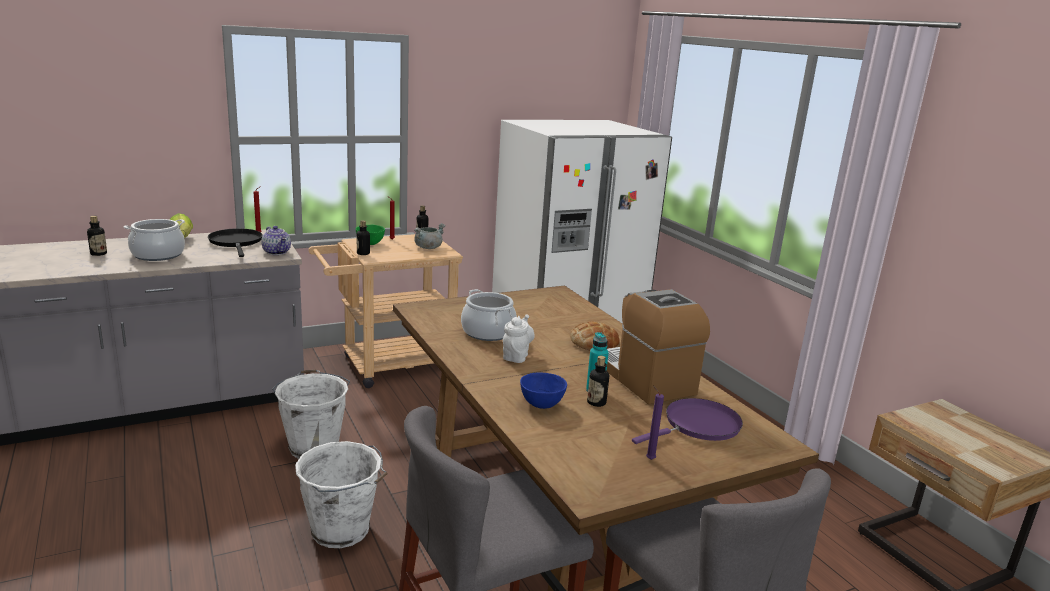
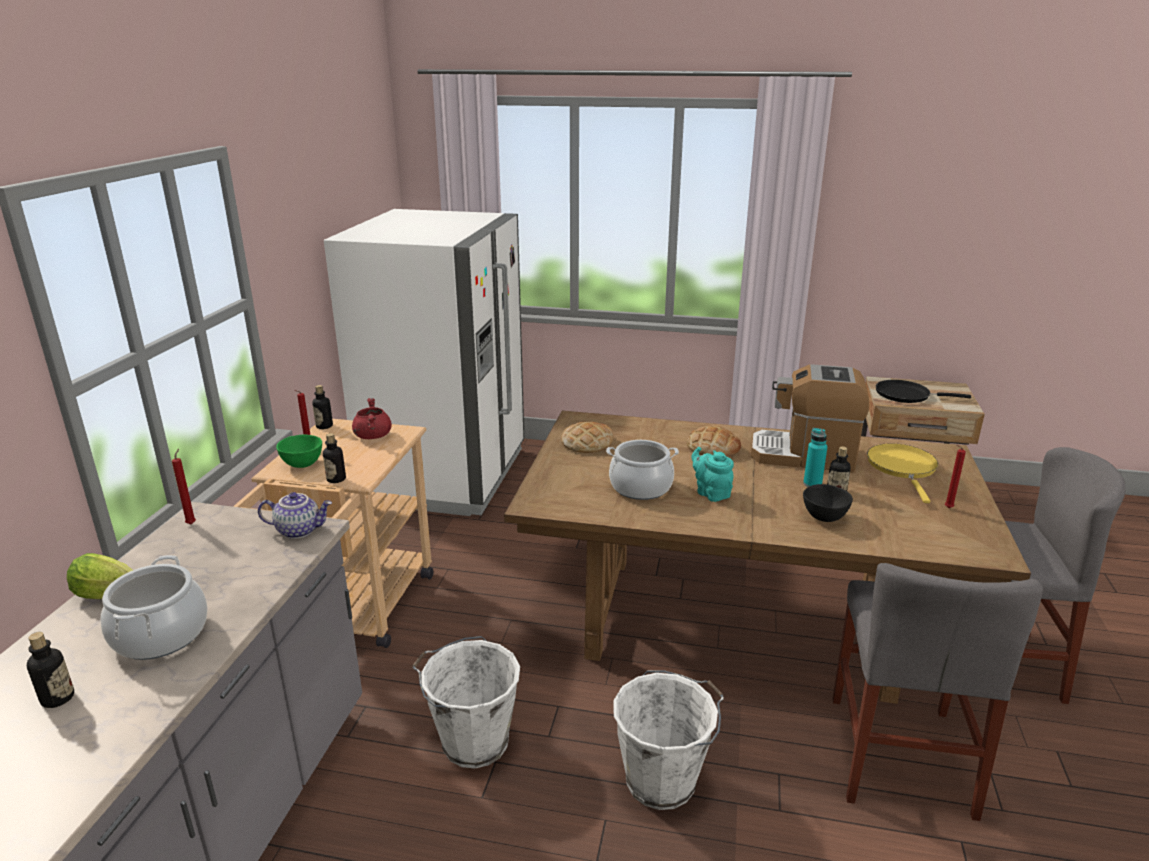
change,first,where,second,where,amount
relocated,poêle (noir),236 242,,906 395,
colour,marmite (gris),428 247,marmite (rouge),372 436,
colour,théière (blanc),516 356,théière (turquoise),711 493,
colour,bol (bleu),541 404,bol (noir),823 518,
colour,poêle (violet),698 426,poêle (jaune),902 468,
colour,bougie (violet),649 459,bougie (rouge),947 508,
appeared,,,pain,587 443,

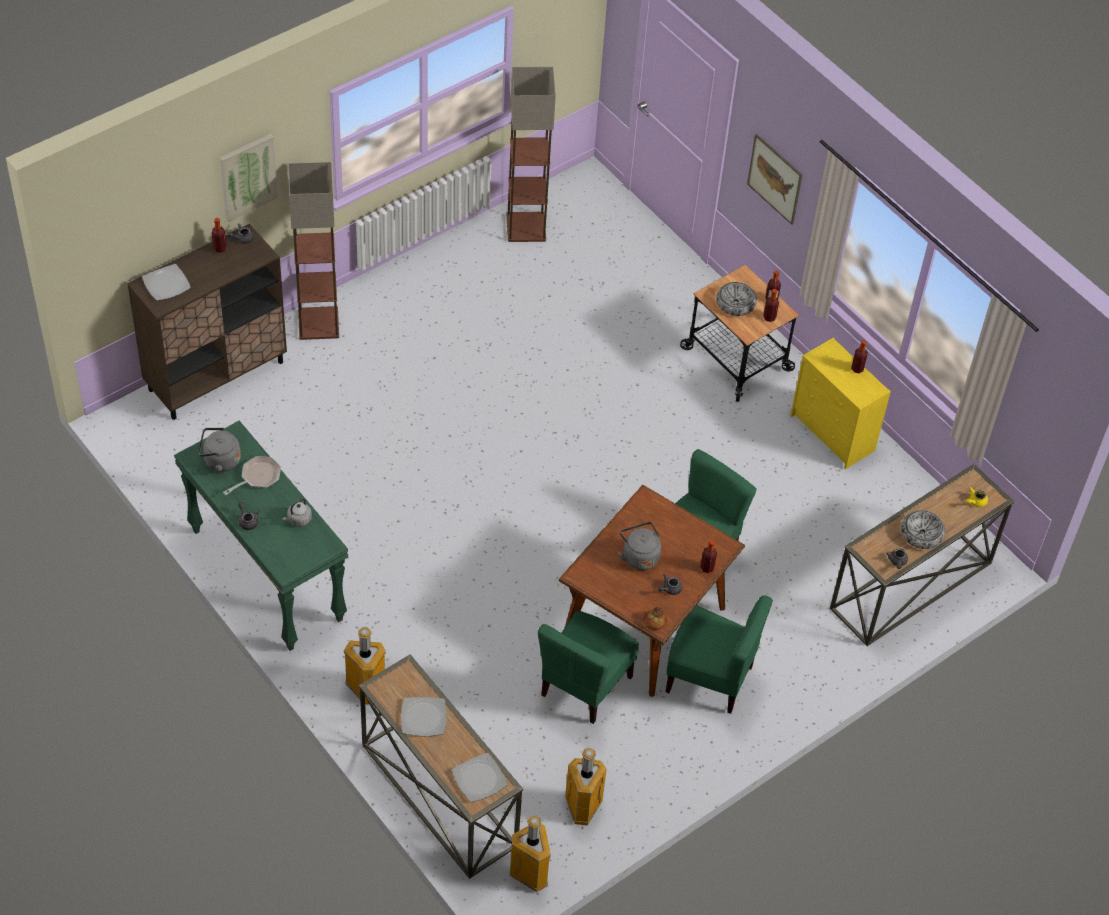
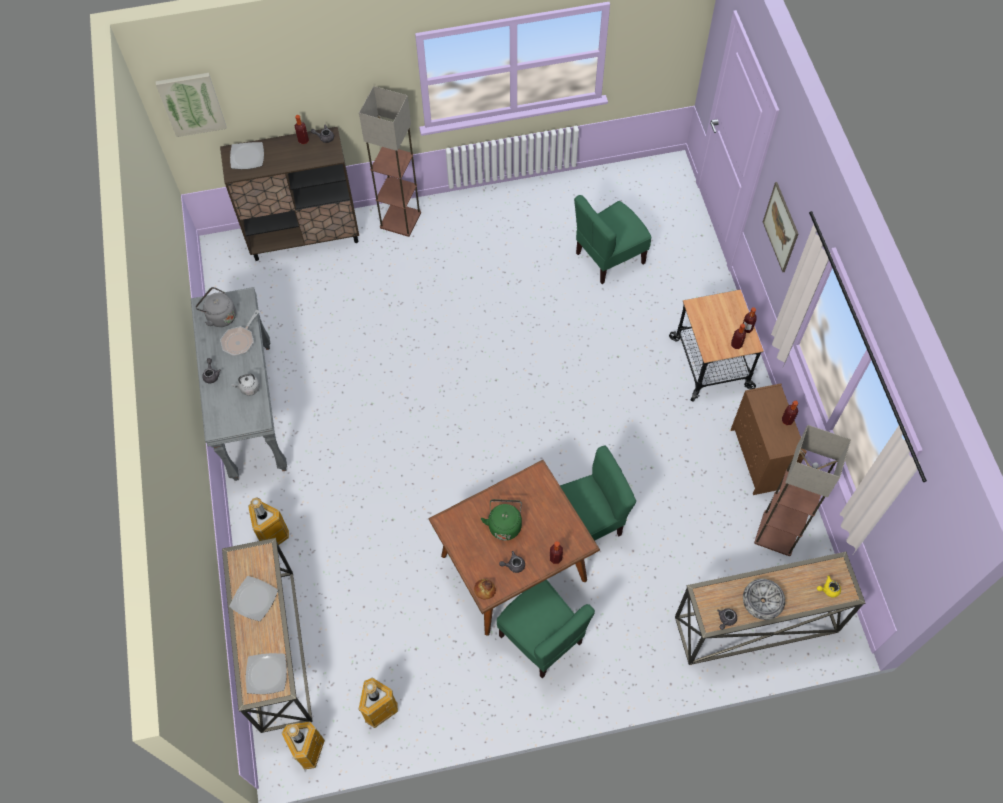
change,first,where,second,where,amount
colour,table console (vert),265 575,table console (gris),251 411,
relocated,tableau,247 176,,192 104,
spun,poêle,258 477,,240 340,135 degrees clockwise
relocated,lampadaire,526 228,,777 534,
relocated,chaise (vert),584 685,,609 257,
colour,bouilloire (gris),639 556,bouilloire (vert),504 524,
missing,bol,735 303,,,
colour,commode (jaune),833 434,commode (marron),759 459,

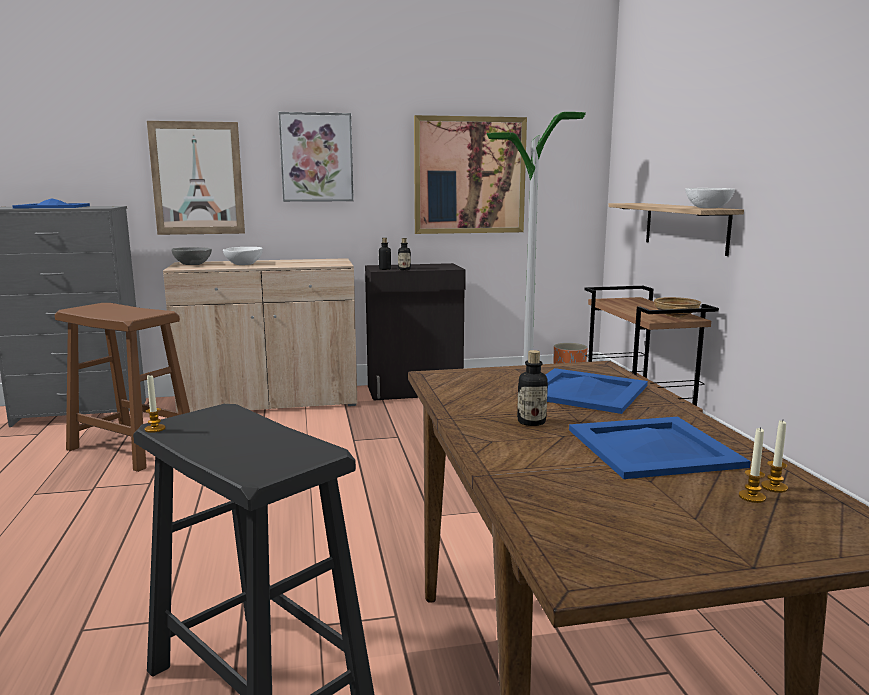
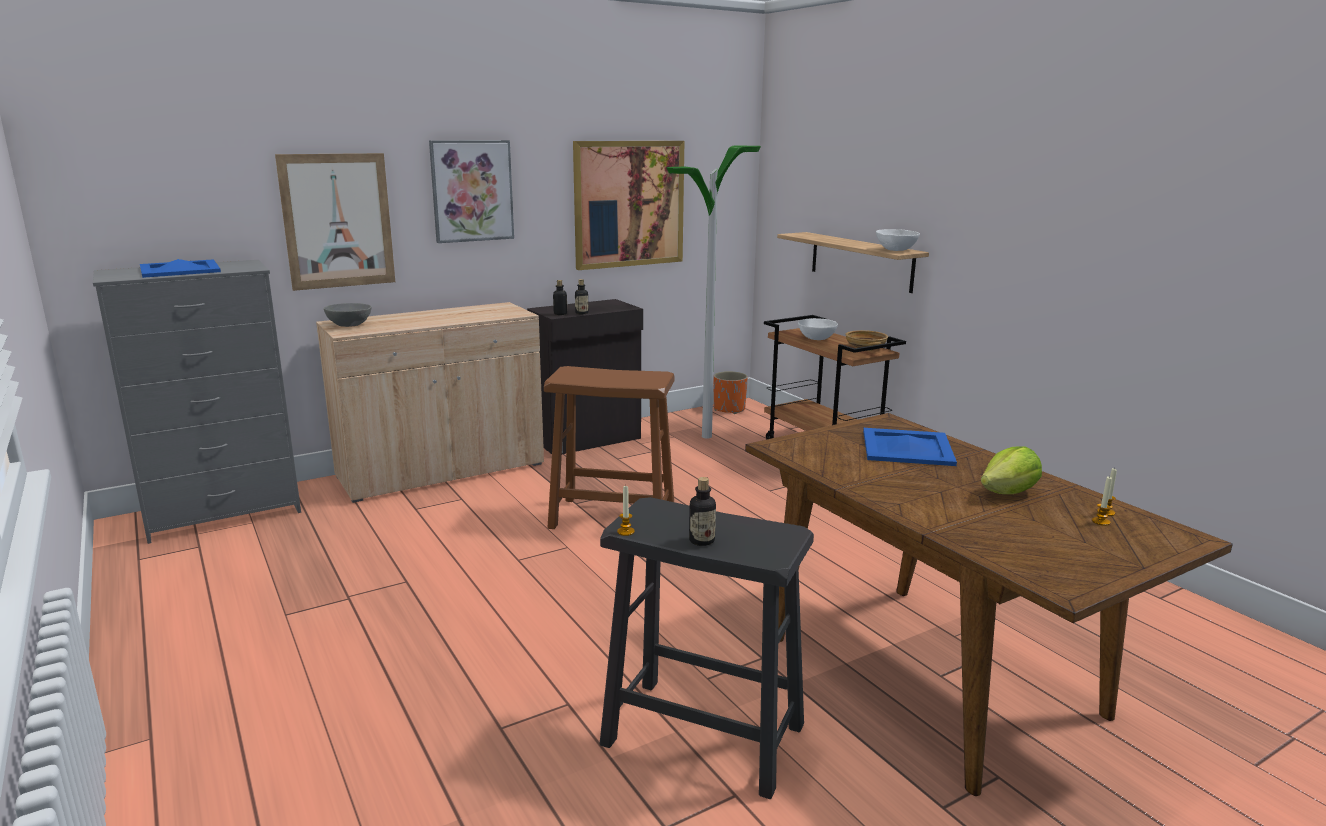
change,first,where,second,where,amount
relocated,tabouret (marron),132 448,,613 517,
relocated,bol (blanc),243 264,,816 338,
relocated,bouteille,531 422,,701 540,
exchanged,plateau (bleu),654 448,laitue,1009 493,

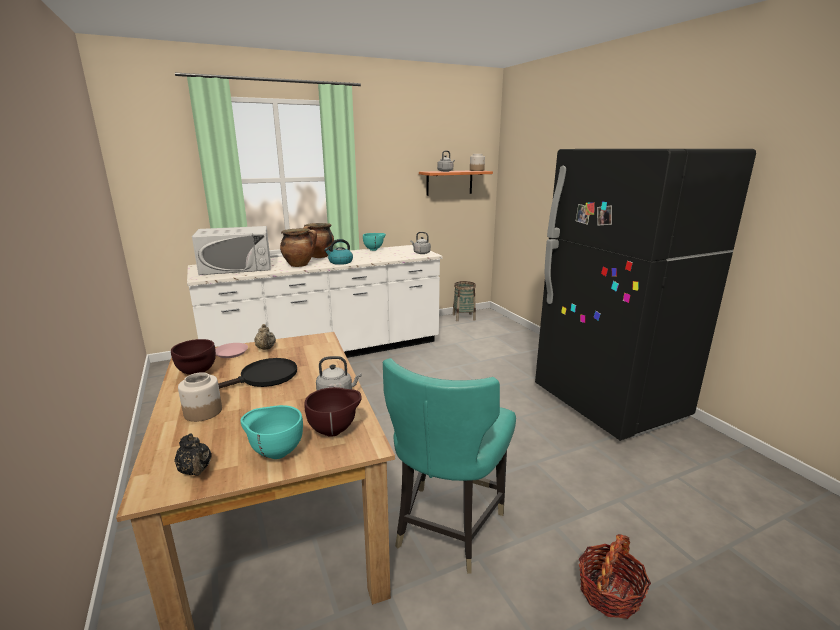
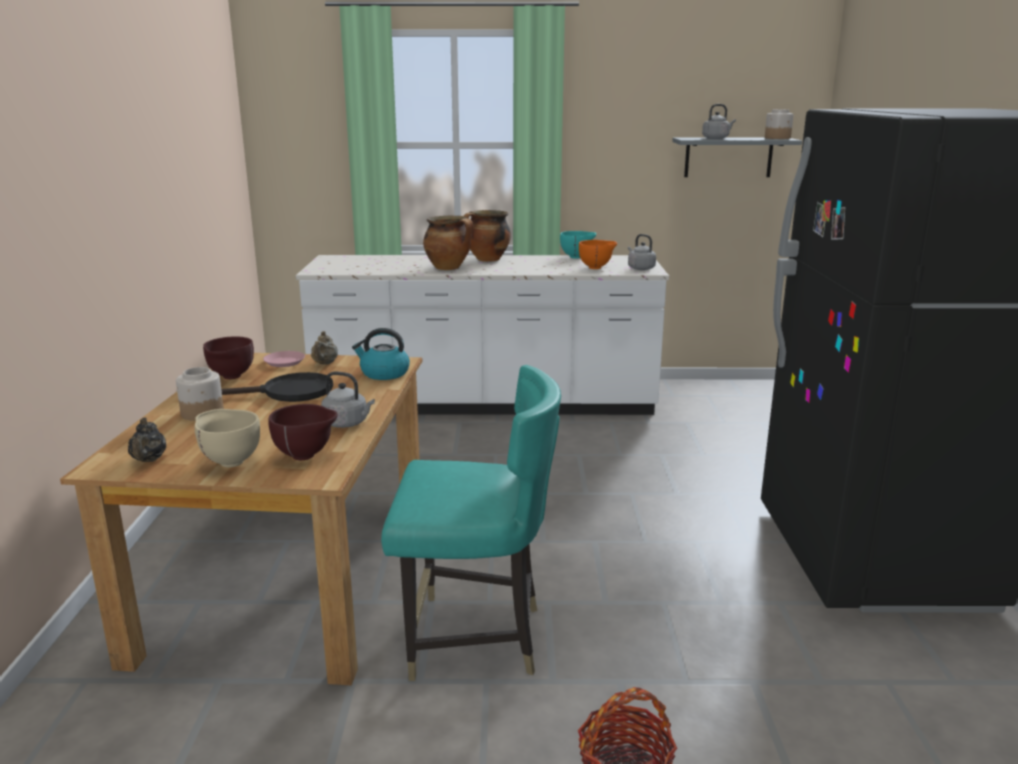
change,first,where,second,where,amount
missing,micro-ondes (blanc),236 267,,,
colour,bol (turquoise),275 453,bol (beige),230 462,
relocated,bouilloire,340 262,,384 373,
spun,chaise (turquoise),447 527,,475 638,135 degrees counterclockwise
colour,étagère (orange),449 182,étagère (gris),728 157,
missing,panier,463 317,,,
appeared,,,bol (orange),597 268,

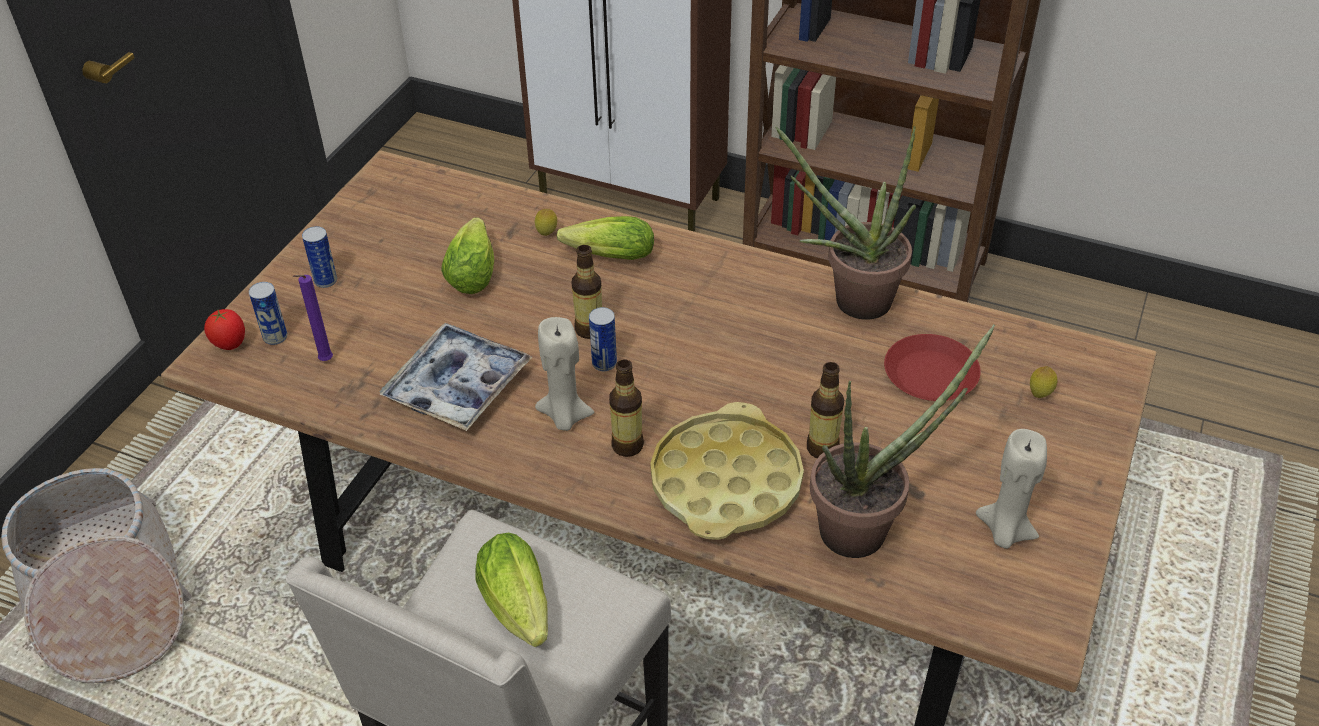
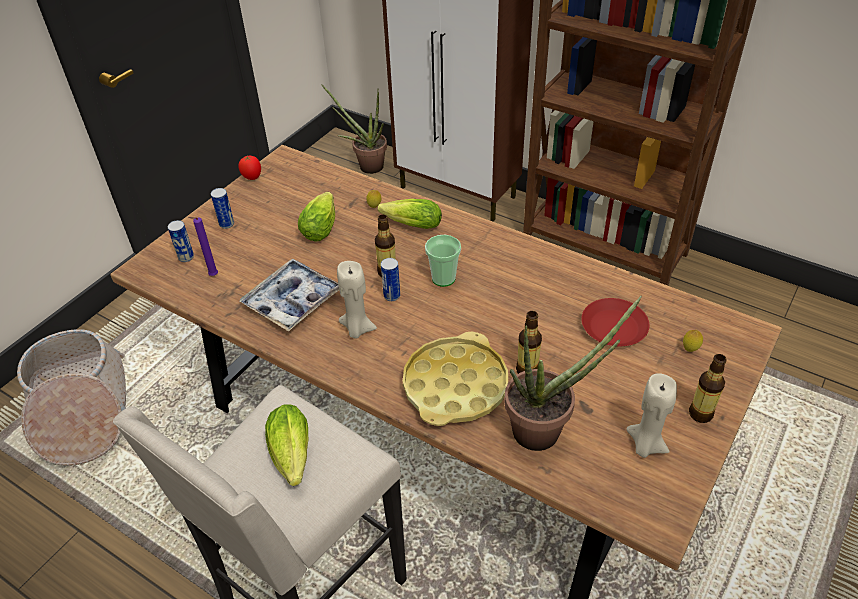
change,first,where,second,where,amount
relocated,tomate,230 345,,252 177,
relocated,bouteille,627 445,,700 414,
relocated,plante en pot,850 300,,366 166,
appeared,,,tasse,443 278,

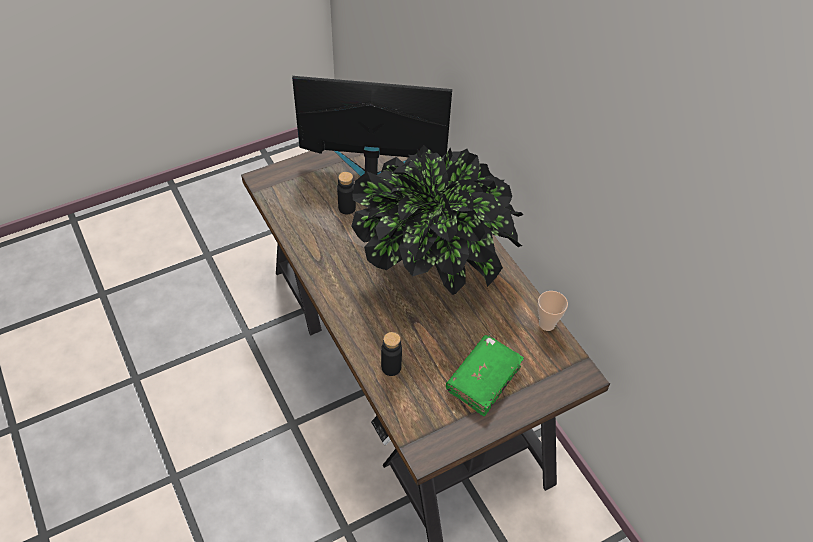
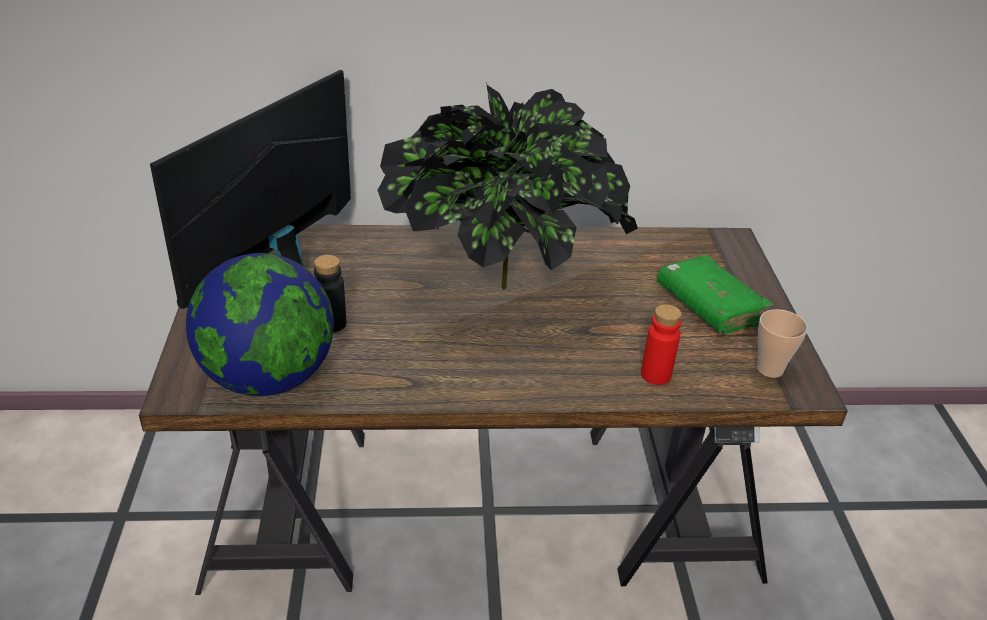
change,first,where,second,where,amount
colour,bouteille (noir),391 367,bouteille (rouge),655 375,
relocated,tasse,547 324,,770 369,
appeared,,,globe,268 378,

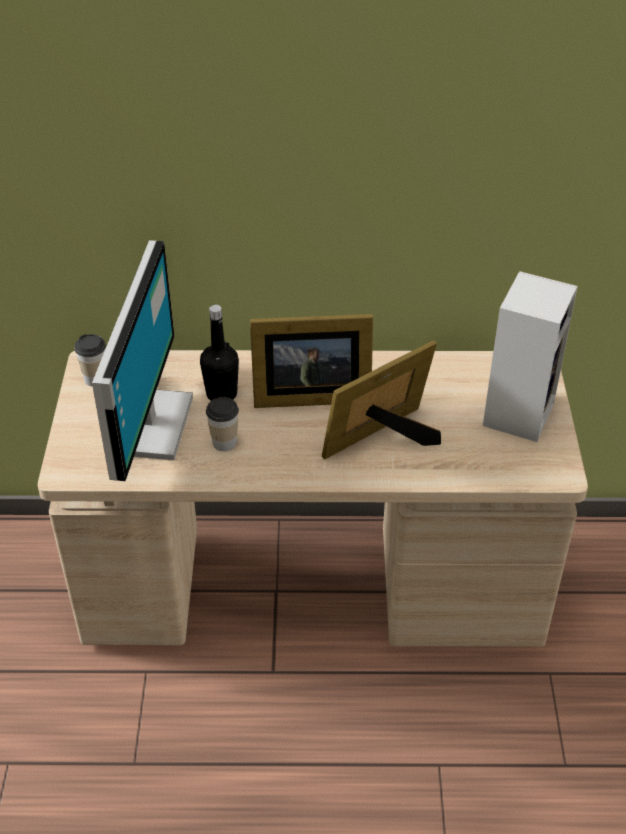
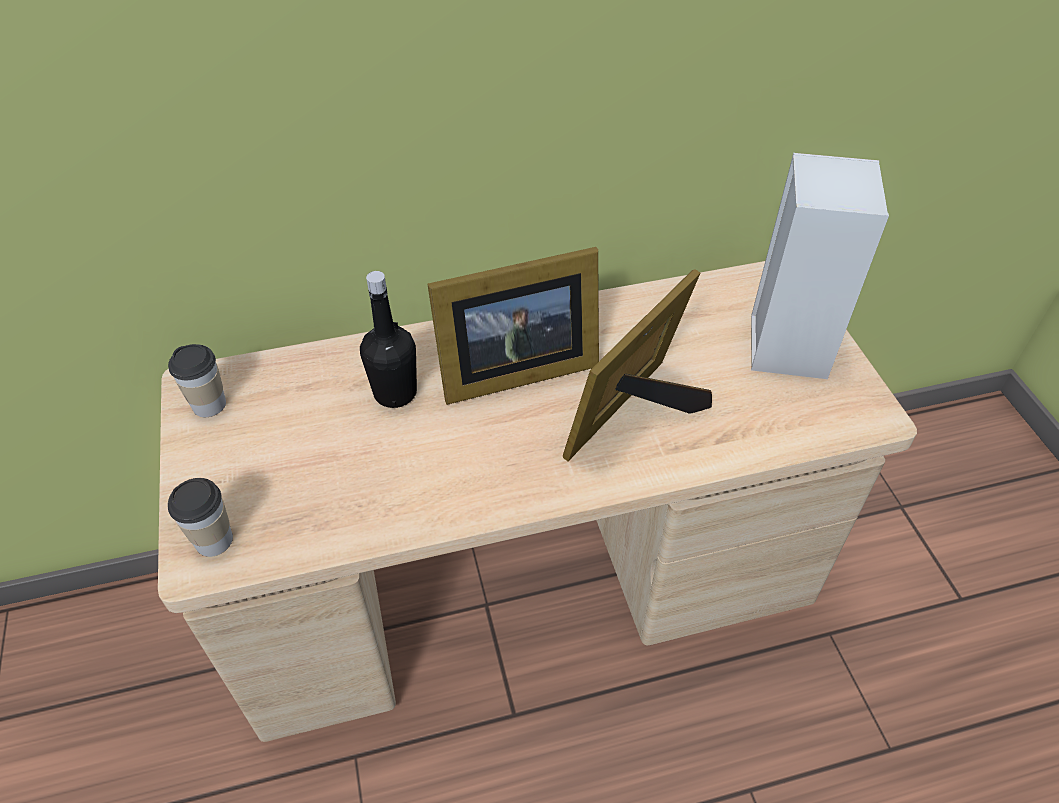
change,first,where,second,where,amount
missing,écran d'ordinateur,146 424,,,
relocated,tasse,224 442,,214 540,

